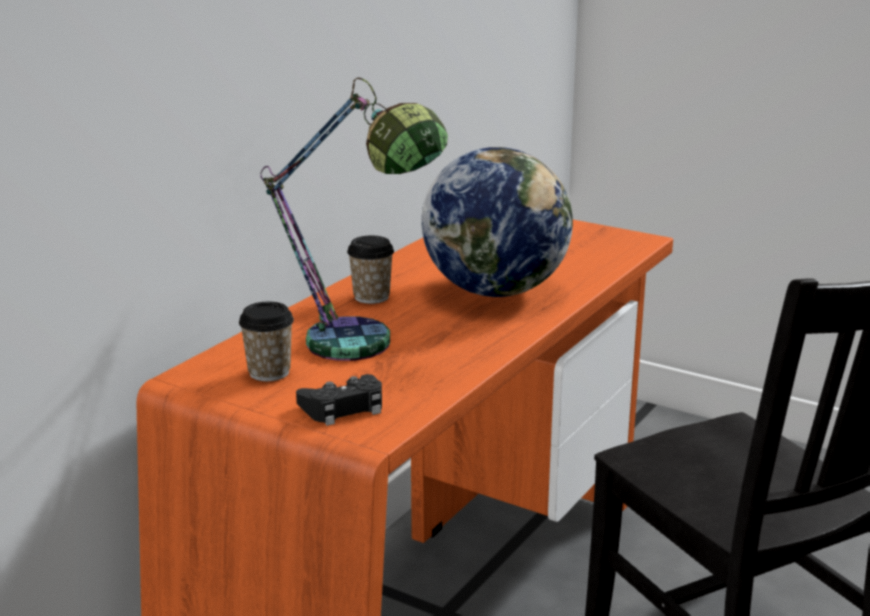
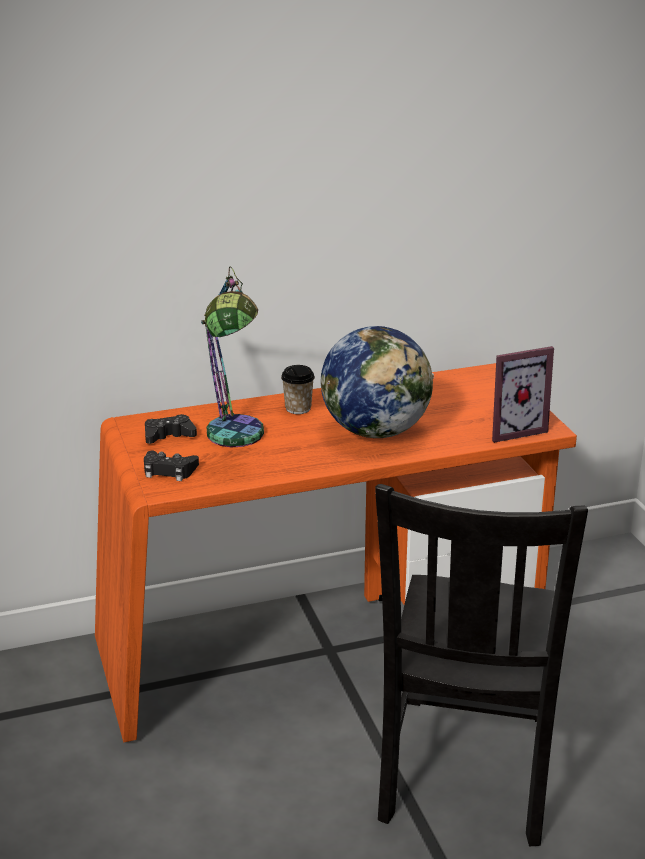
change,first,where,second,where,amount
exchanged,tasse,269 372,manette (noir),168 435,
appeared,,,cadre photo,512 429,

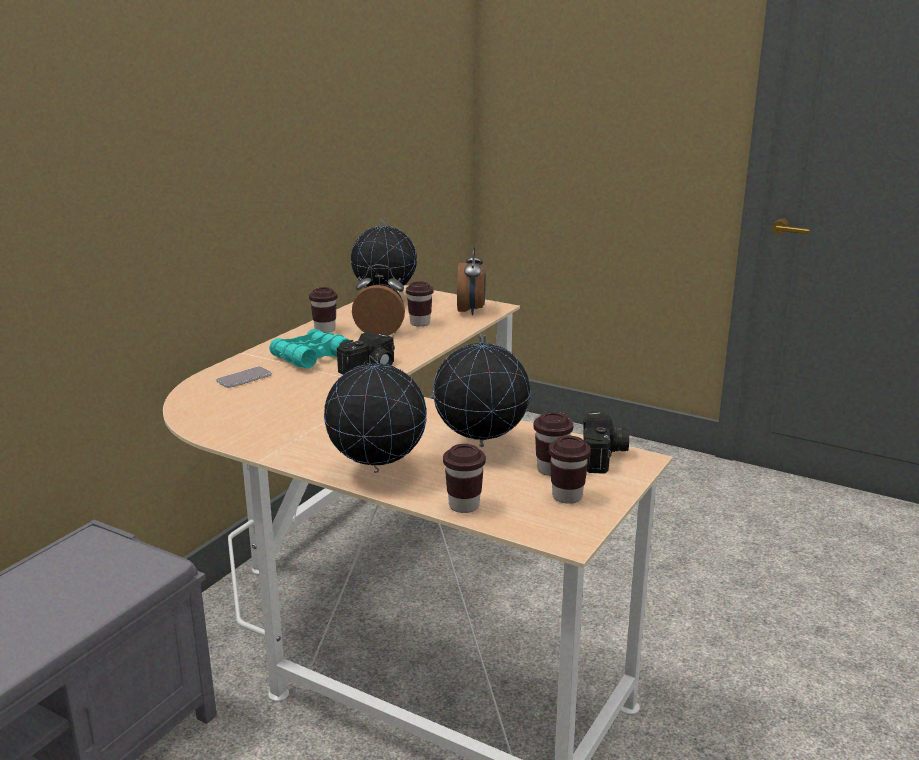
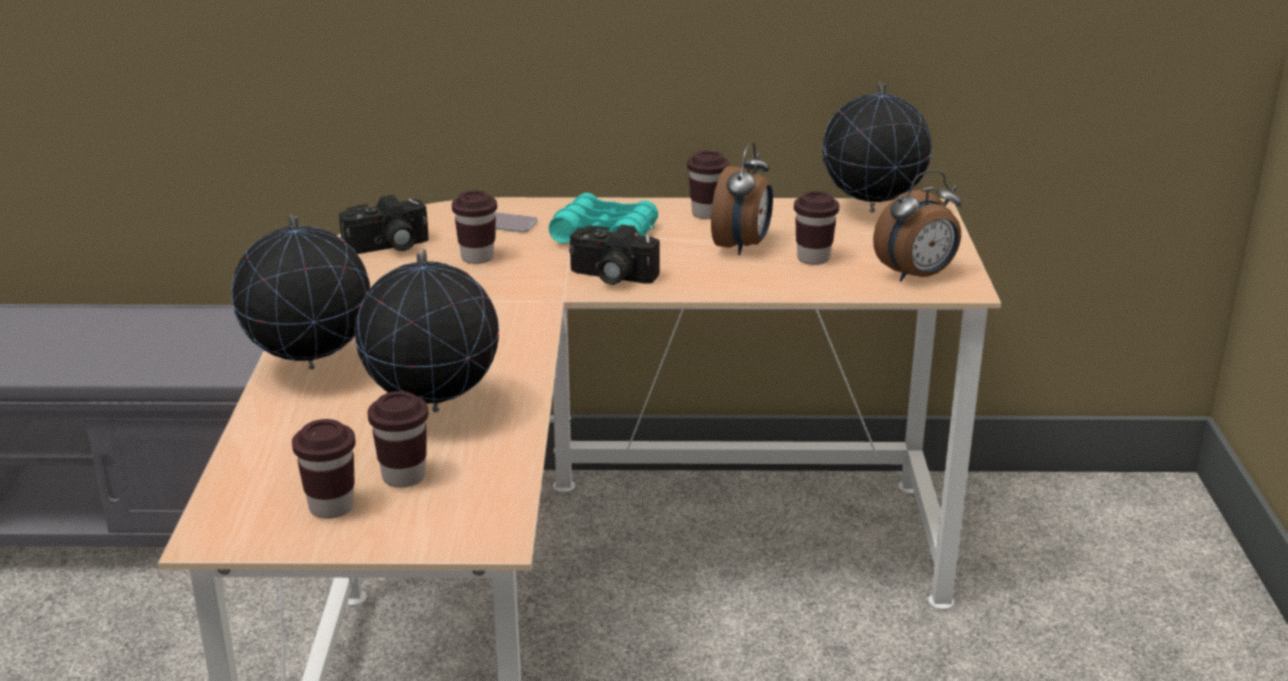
change,first,where,second,where,amount
spun,réveil,380 332,,742 246,45 degrees clockwise
relocated,tasse (marron),464 506,,477 258,
relocated,appareil photo,604 456,,388 247,

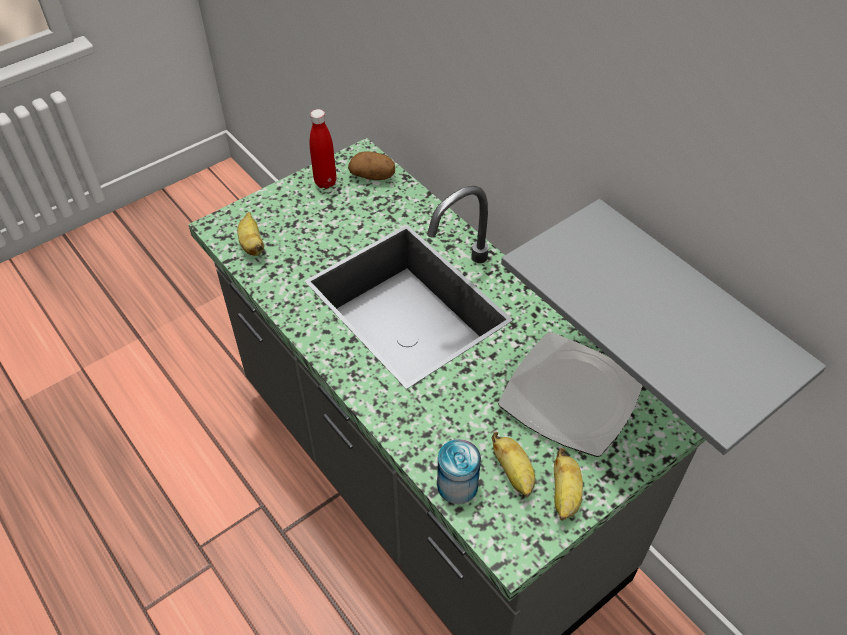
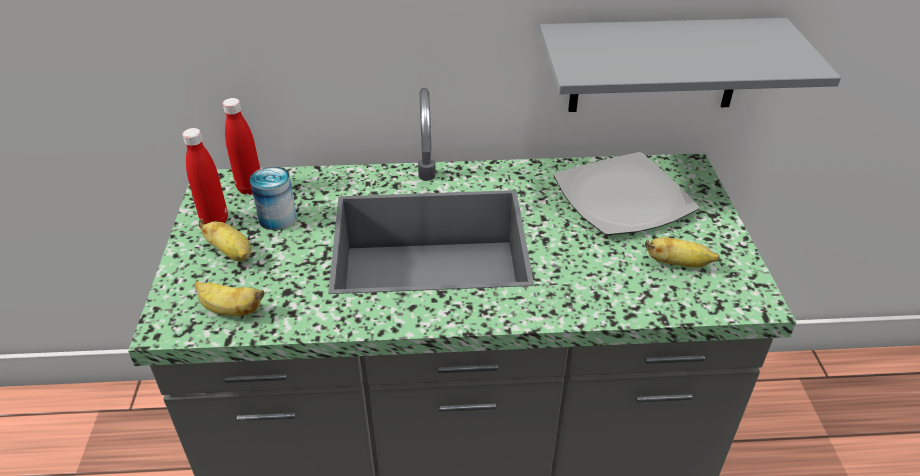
change,first,where,second,where,amount
exchanged,pomme de terre,373 176,bouteille (rouge),250 188,
relocated,boîte métallique,457 485,,277 218,
relocated,banane,564 495,,232 253,

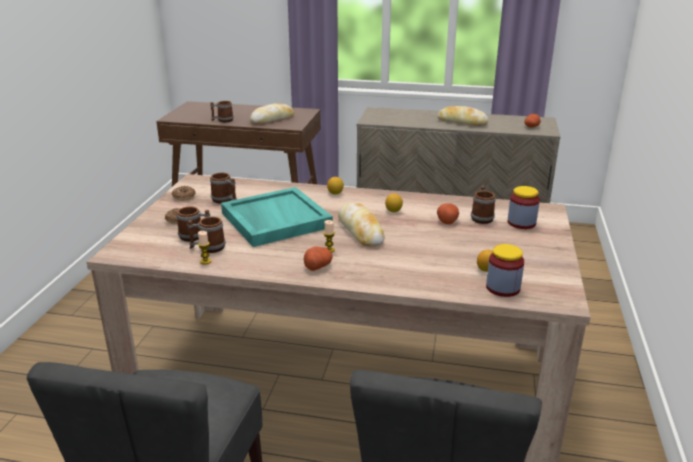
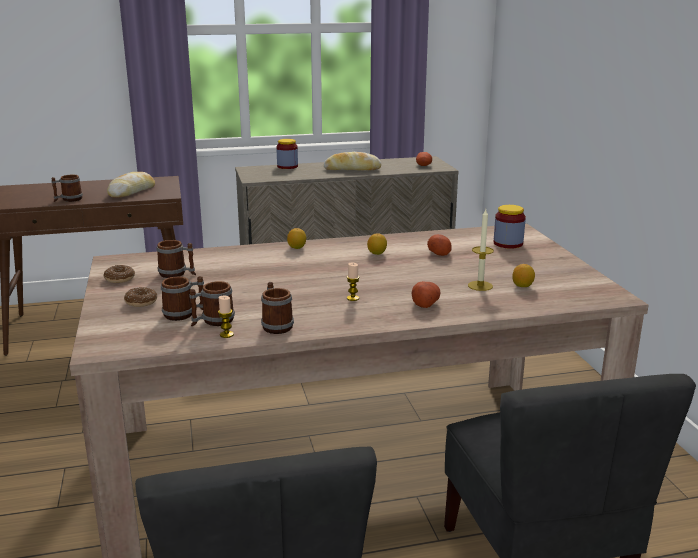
change,first,where,second,where,amount
missing,plateau (turquoise),275 220,,,
relocated,pomme de terre,318 266,,425 303,
missing,pain,360 231,,,
relocated,mug,481 217,,276 325,
relocated,bocal,503 288,,287 166,
appeared,,,bougie,480 286,

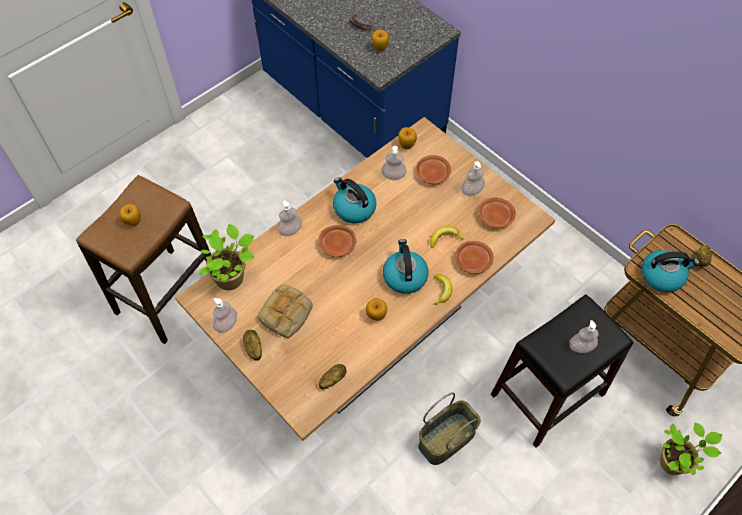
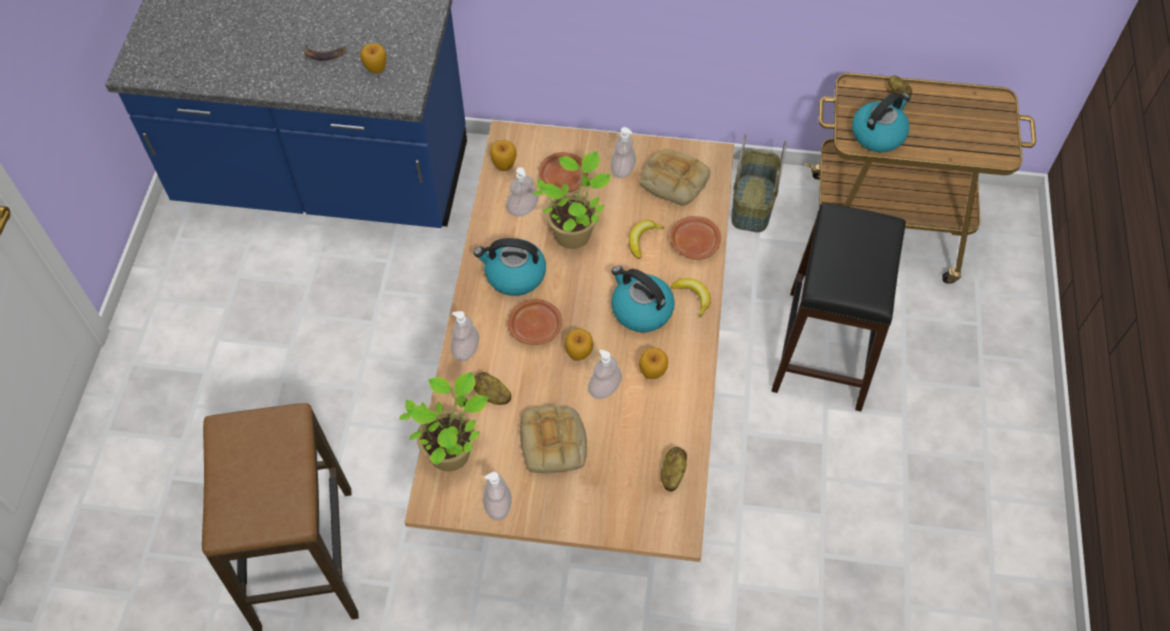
change,first,where,second,where,amount
relocated,pomme,133 222,,579 354,
relocated,pomme de terre,253 348,,492 395,
relocated,panier,446 438,,751 203,
exchanged,assiette (marron),495 217,pain,672 181,
relocated,distributeur de savon,581 347,,604 388,
relocated,plante en pot,674 462,,573 232,

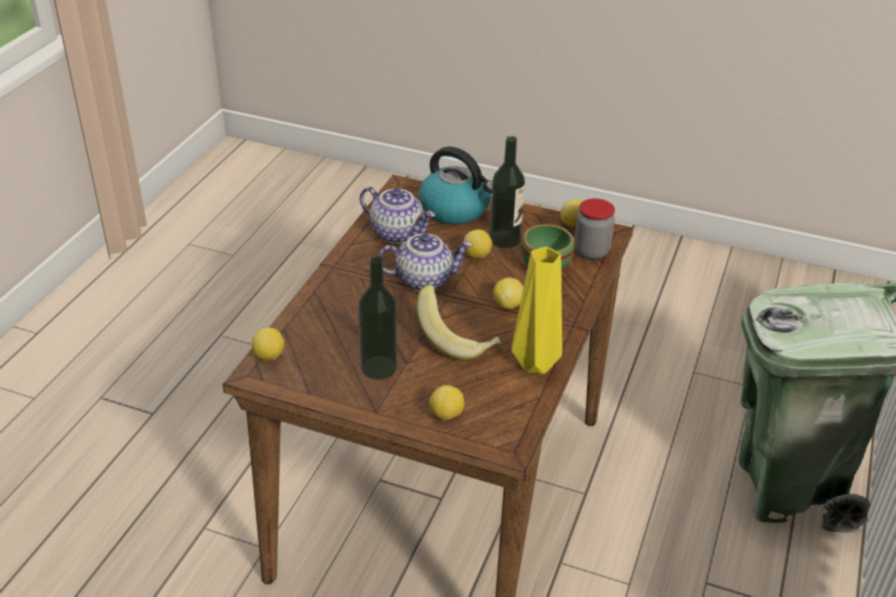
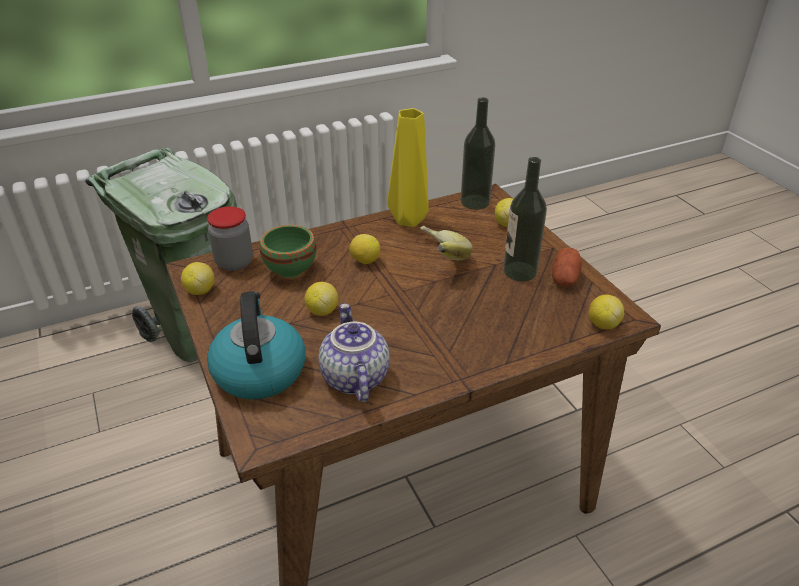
change,first,where,second,where,amount
missing,théière,424 279,,,
relocated,bouteille,505 239,,475 202,
appeared,,,pomme de terre,565 277,

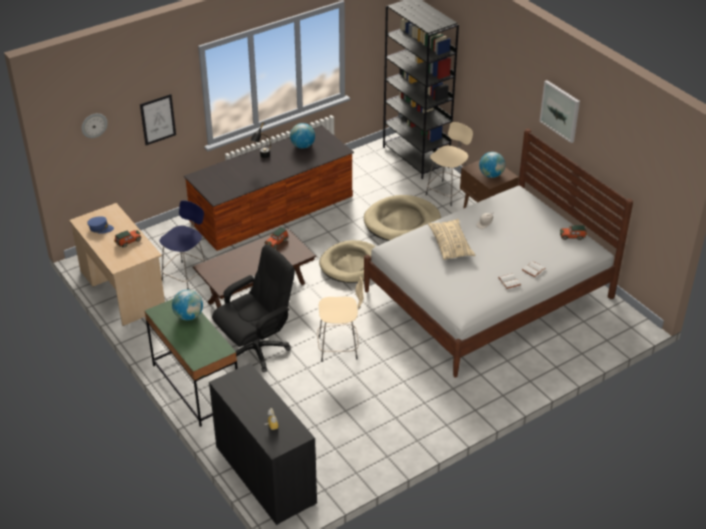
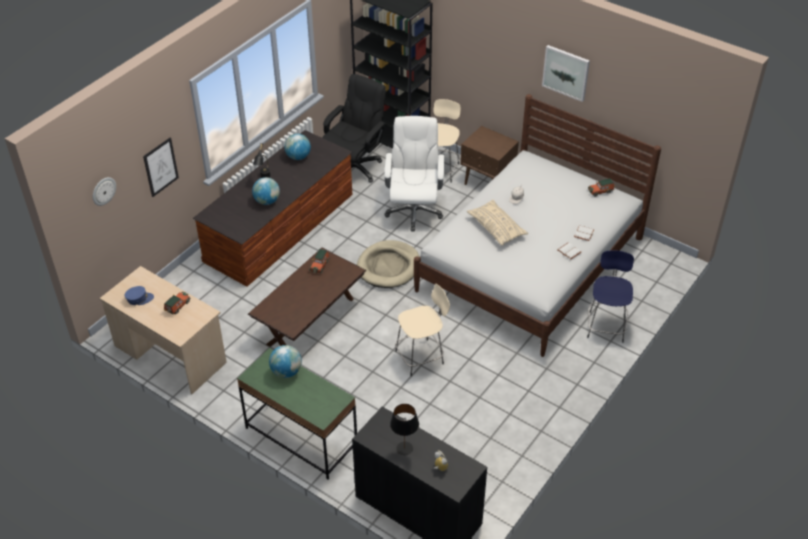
change,first,where,second,where,amount
relocated,tabouret (bleu),186 275,,606 325,
relocated,chaise de bureau (noir),256 349,,354 167,
exchanged,panier pour chien (beige),402 222,chaise de bureau (blanc),414 210,
relocated,globe,491 175,,267 201,
appeared,,,lampe de table (noir),404 448,

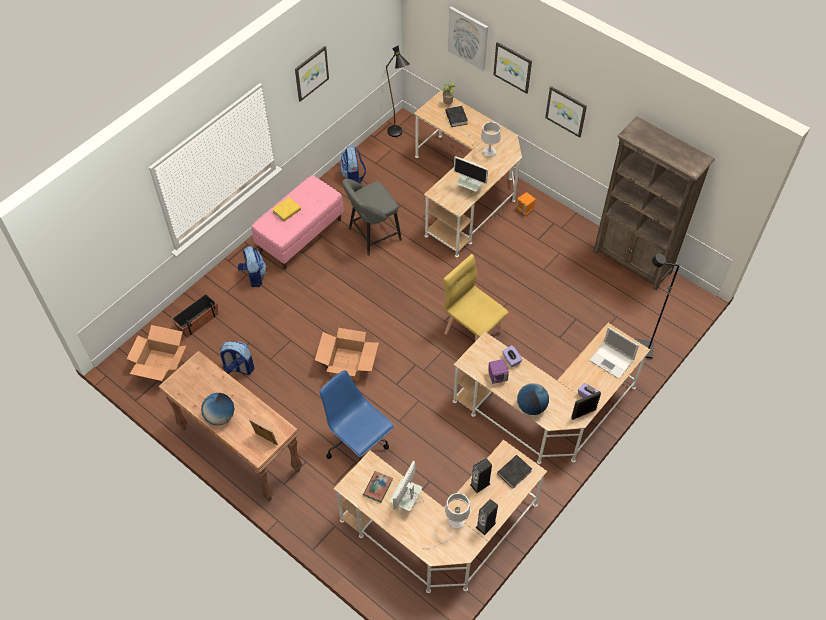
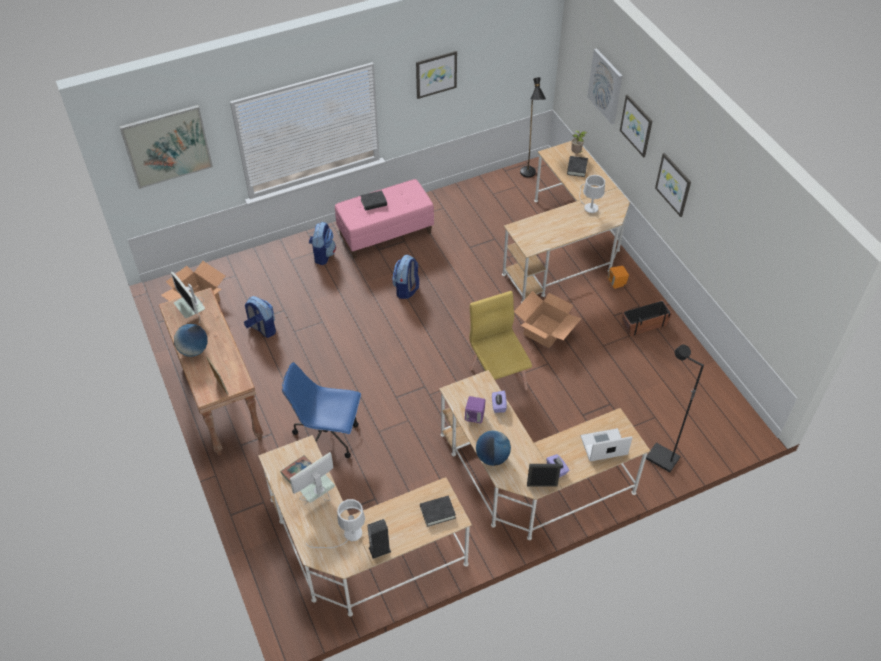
change,first,where,second,where,amount
relocated,cache-pot,197 321,,644 324,
colour,livre (jaune),286 211,livre (noir),373 202,
relocated,carton,348 364,,545 331,
spun,chaise de bureau (bleu),357 444,,328 437,60 degrees counterclockwise
relocated,sac à dos,353 176,,406 289,
missing,tabouret (gris),372 235,,,
relocated,écran d'ordinateur,470 189,,193 315,
missing,enceinte,480 484,,,
spun,ordinateur portable,612 360,,603 446,105 degrees clockwise
missing,bibliothèque (marron),632 262,,,
appeared,,,tableau,167 146,

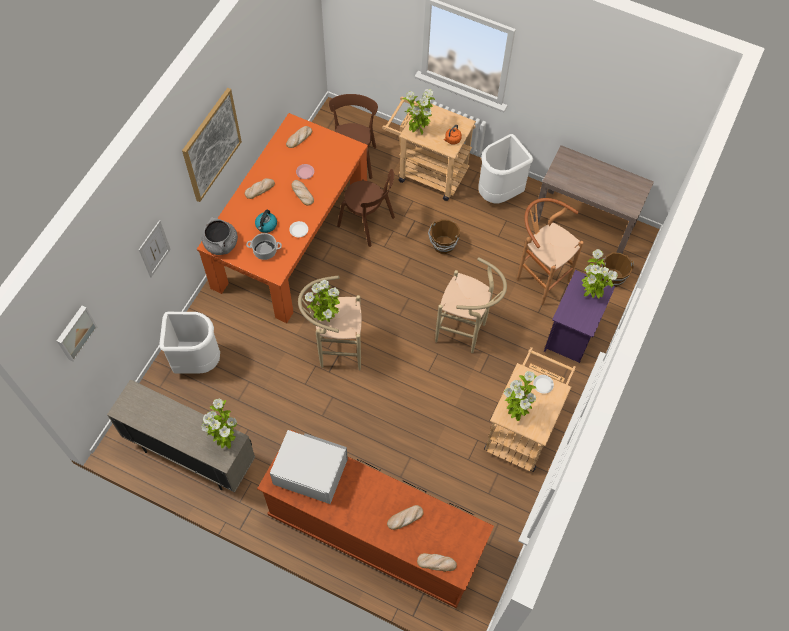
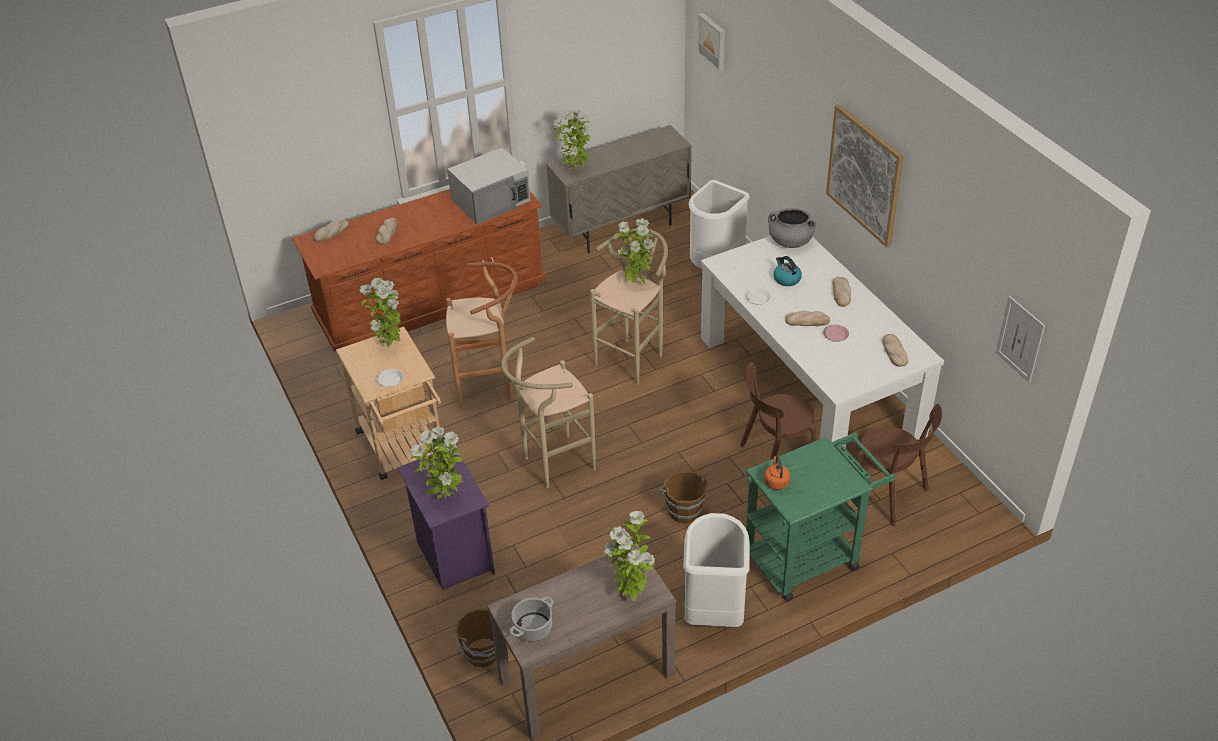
change,first,where,second,where,amount
relocated,tableau,154 249,,1020 339,
colour,table à manger (orange),291 238,table à manger (blanc),808 386,
relocated,marmite,264 251,,533 627,
colour,chariot (beige),427 172,chariot (vert),810 555,
relocated,plante en pot,418 131,,631 593,
relocated,tabouret (marron),538 278,,490 387,

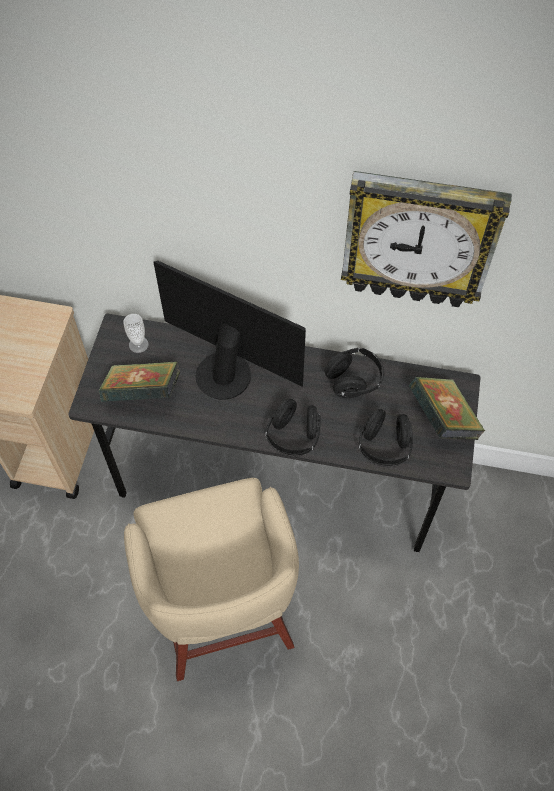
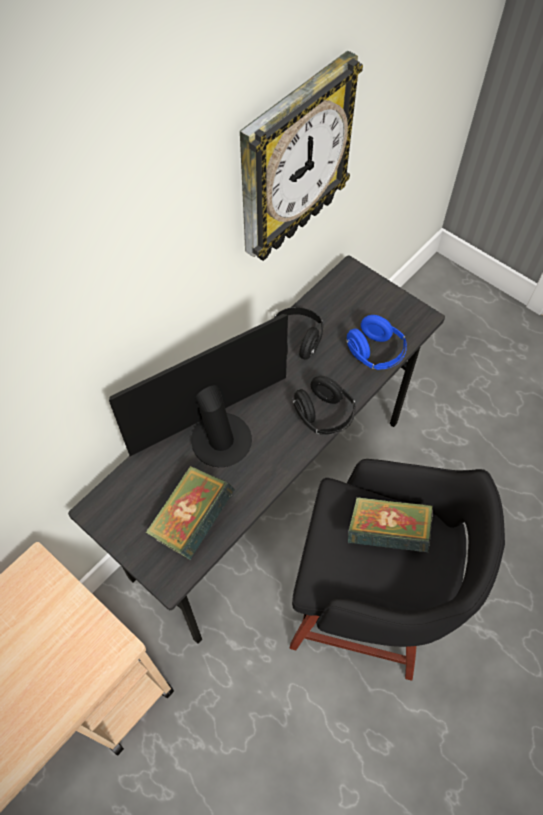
change,first,where,second,where,amount
missing,tasse,138 344,,,
colour,tabouret (beige),222 612,tabouret (noir),367 607,
colour,casque audio (noir),384 446,casque audio (bleu),375 353,
relocated,livre,442 419,,387 533,

